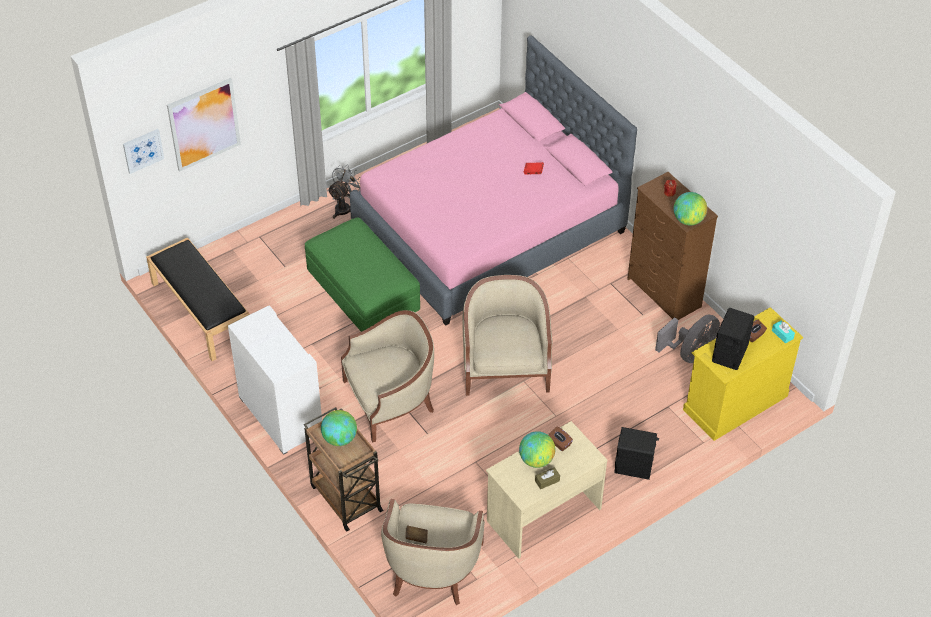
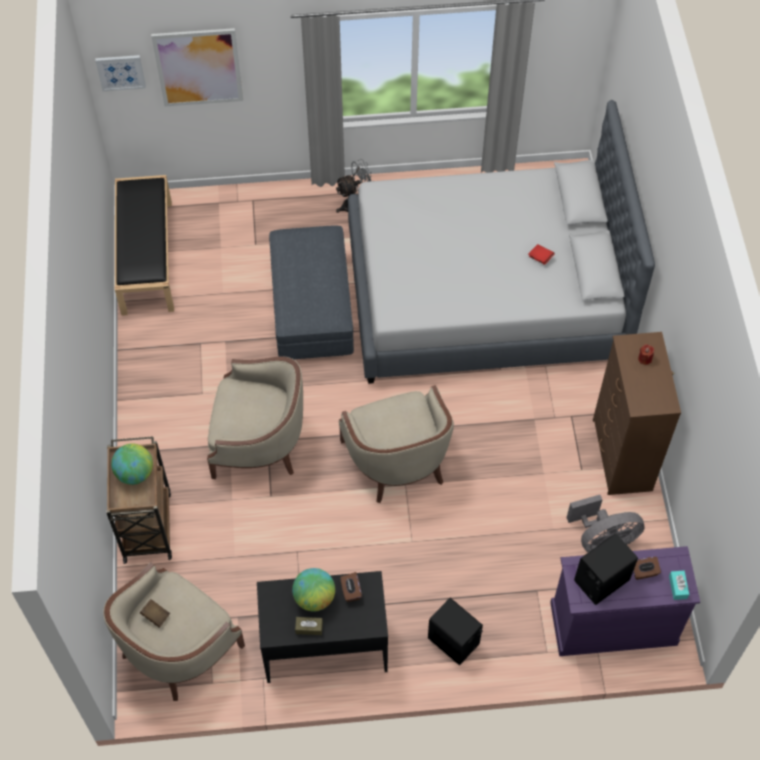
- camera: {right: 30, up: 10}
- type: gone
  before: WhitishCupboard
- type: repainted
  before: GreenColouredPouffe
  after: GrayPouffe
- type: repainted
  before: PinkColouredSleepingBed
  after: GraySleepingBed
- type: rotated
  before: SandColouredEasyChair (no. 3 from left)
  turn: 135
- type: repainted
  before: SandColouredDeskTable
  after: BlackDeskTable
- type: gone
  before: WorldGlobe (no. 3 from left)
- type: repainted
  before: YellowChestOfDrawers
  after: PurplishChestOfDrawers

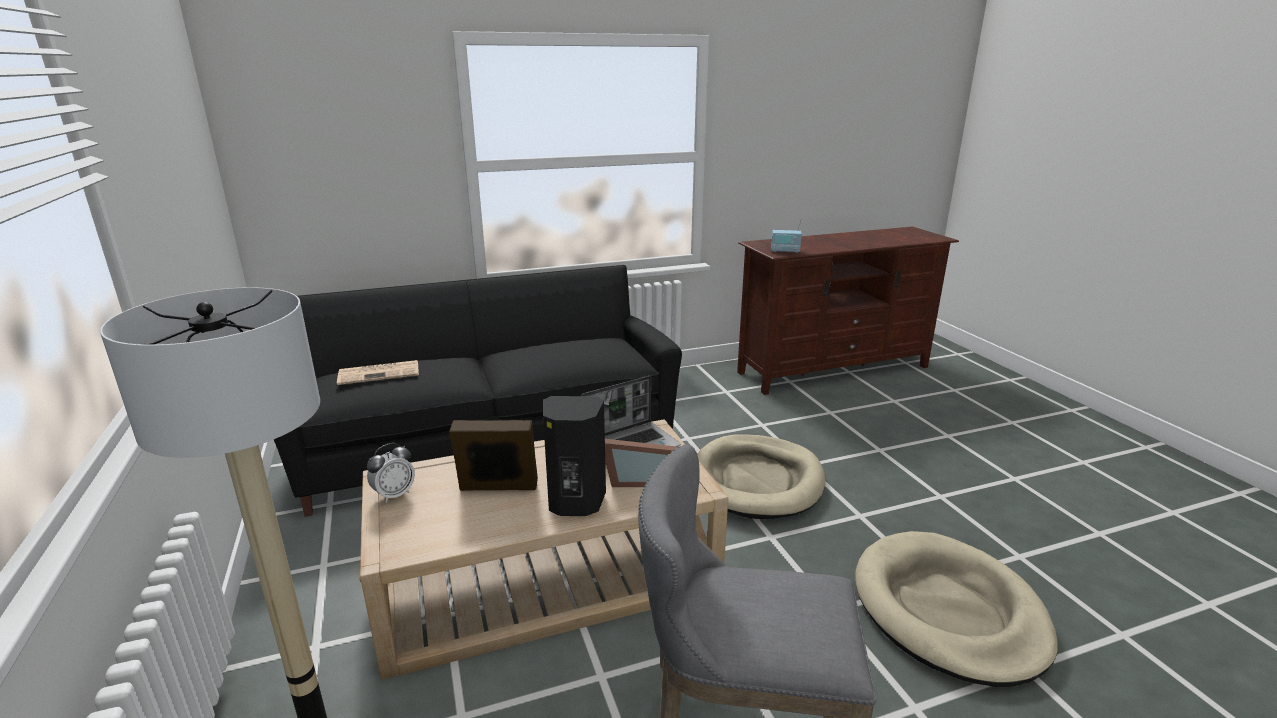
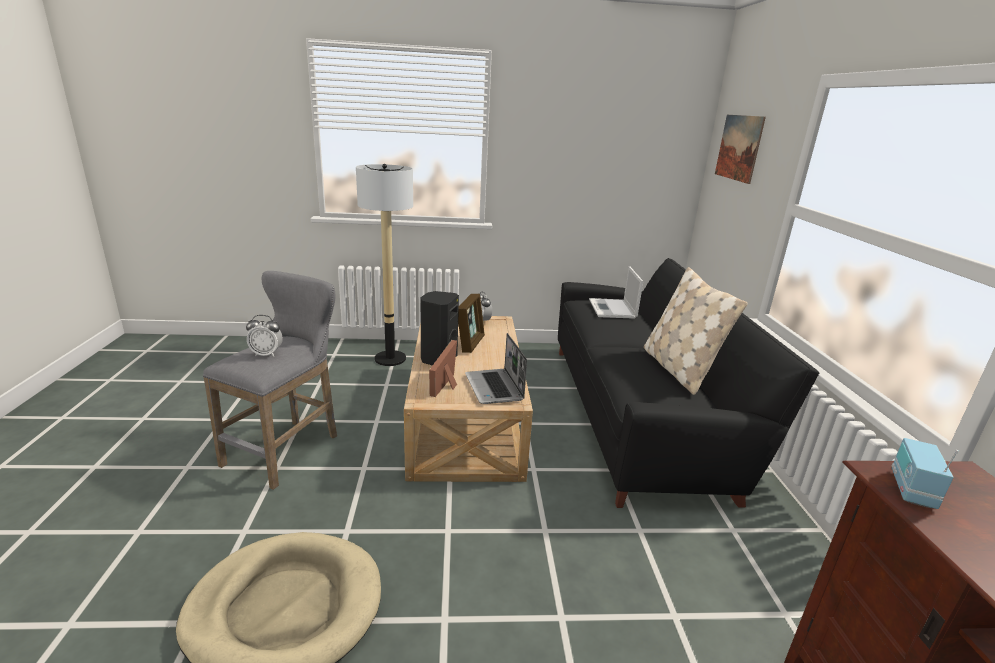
- camera: {right: 105, up: 0}
- type: swapped
  before: Newspaper
  after: PortableComputer (no. 2 from left)
- type: gone
  before: SandColouredDogBed (no. 1 from left)
- type: new
  after: BedsideClock (no. 1 from left)
- type: new
  after: SandColouredThrowPillow
- type: new
  after: WallArt

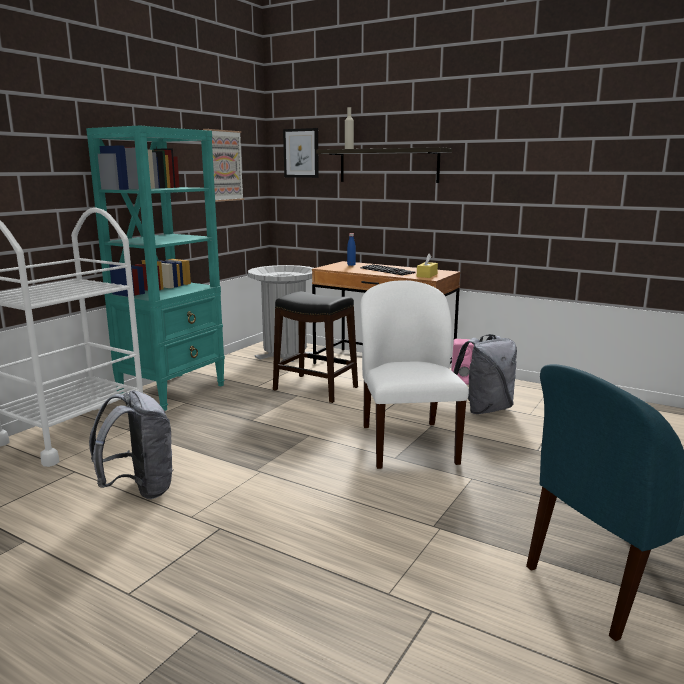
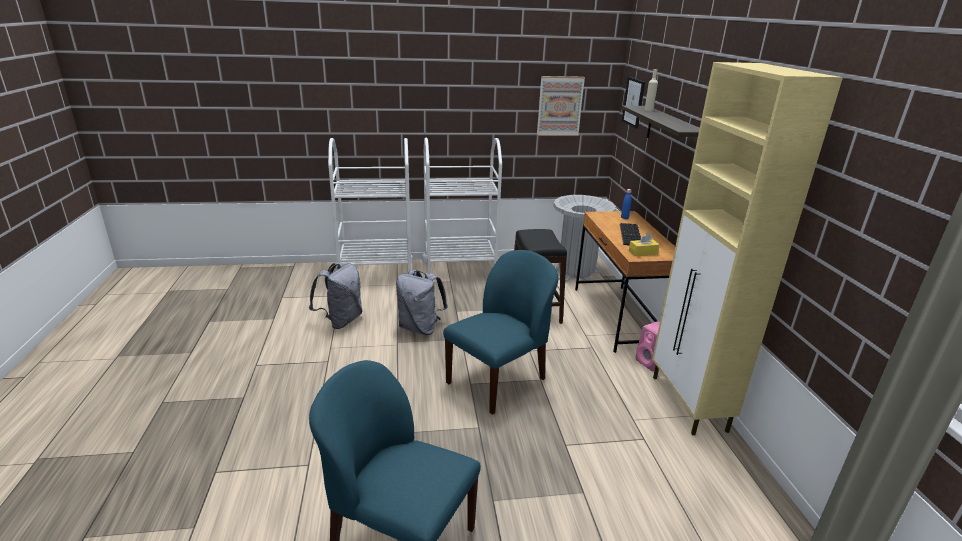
- camera: {right: 50, up: 10}
- type: swapped
  before: TurquoiseColouredShelvingUnit
  after: WhitishTrolley (no. 2 from left)
- type: repainted
  before: WhitishChair
  after: BluishChair (no. 2 from left)
- type: shifted
  before: GrayBackpack (no. 2 from left)
- type: new
  after: SandColouredCupboard

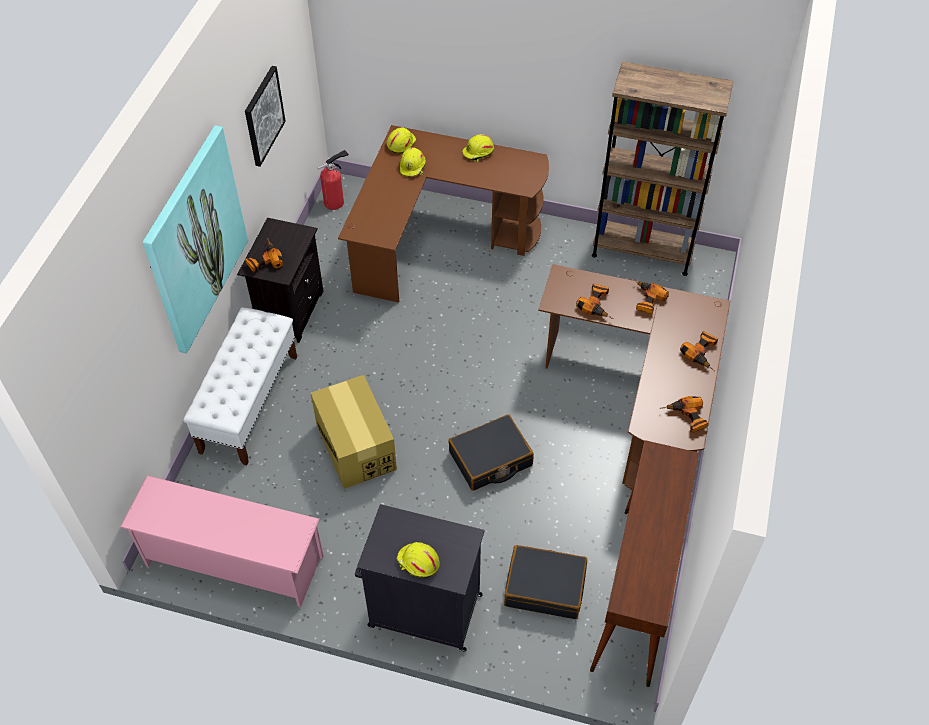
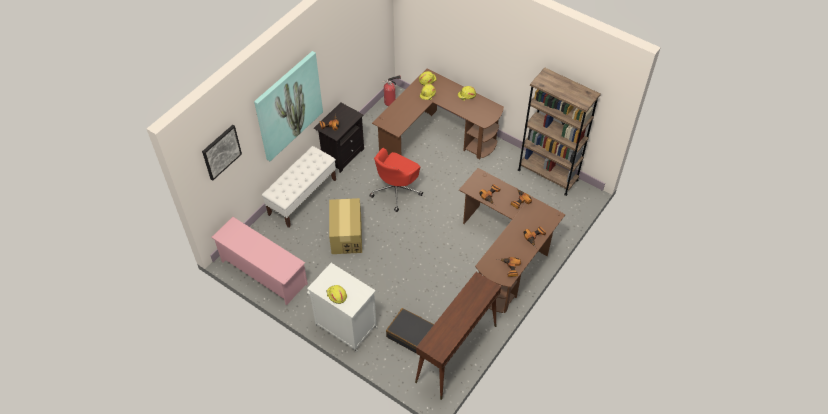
- camera: {right: 20, up: 0}
- type: shifted
  before: WallArt (no. 2 from left in the first image)
  after: WallArt (no. 1 from left)
- type: repainted
  before: BlackCupboard
  after: WhitishCupboard
- type: gone
  before: BlackSuitcase (no. 1 from left)
- type: new
  after: ReddishComputerChair

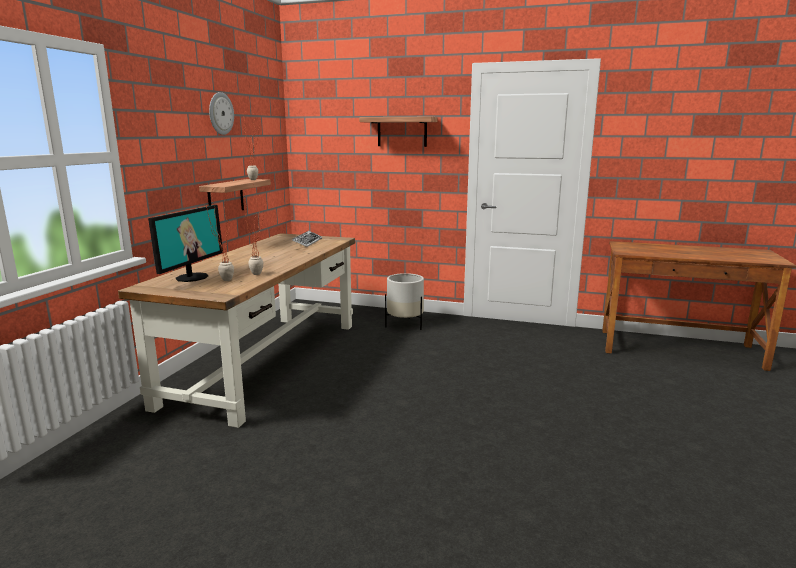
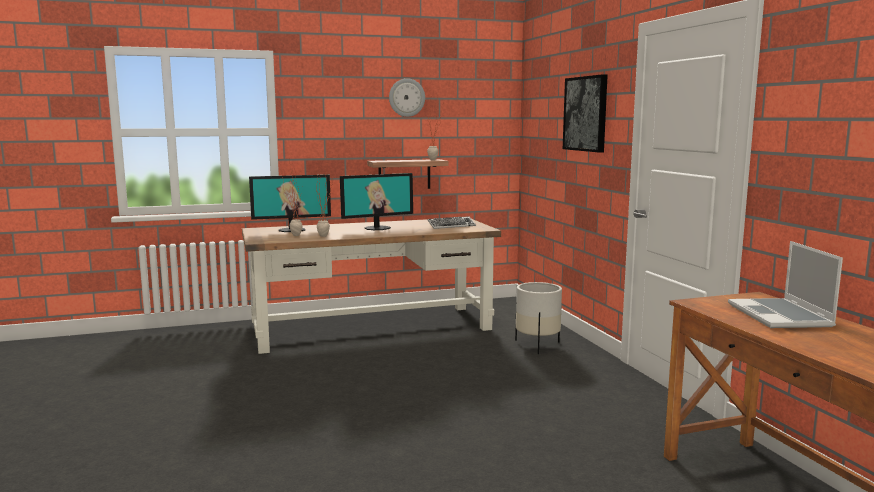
- camera: {right: 55, up: -5}
- type: swapped
  before: Shelf (no. 2 from left)
  after: WallArt
- type: new
  after: Monitor (no. 2 from left)
- type: new
  after: PortableComputer

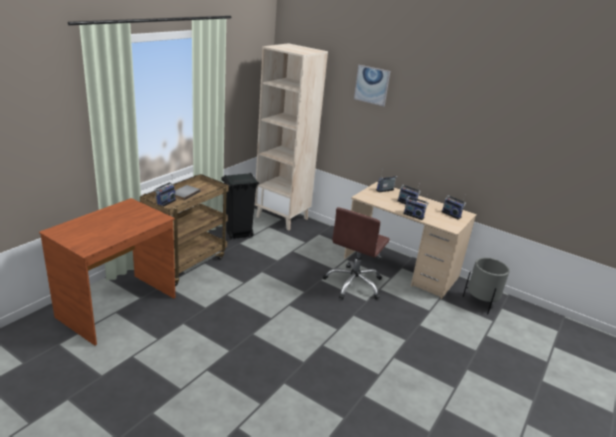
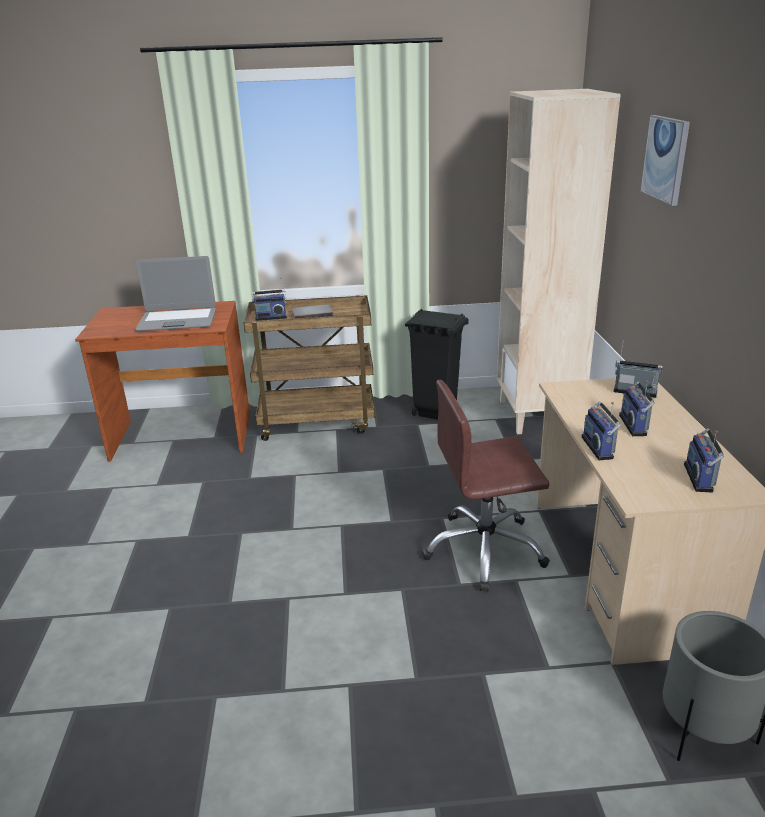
- camera: {right: 55, up: 0}
- type: new
  after: PortableComputer

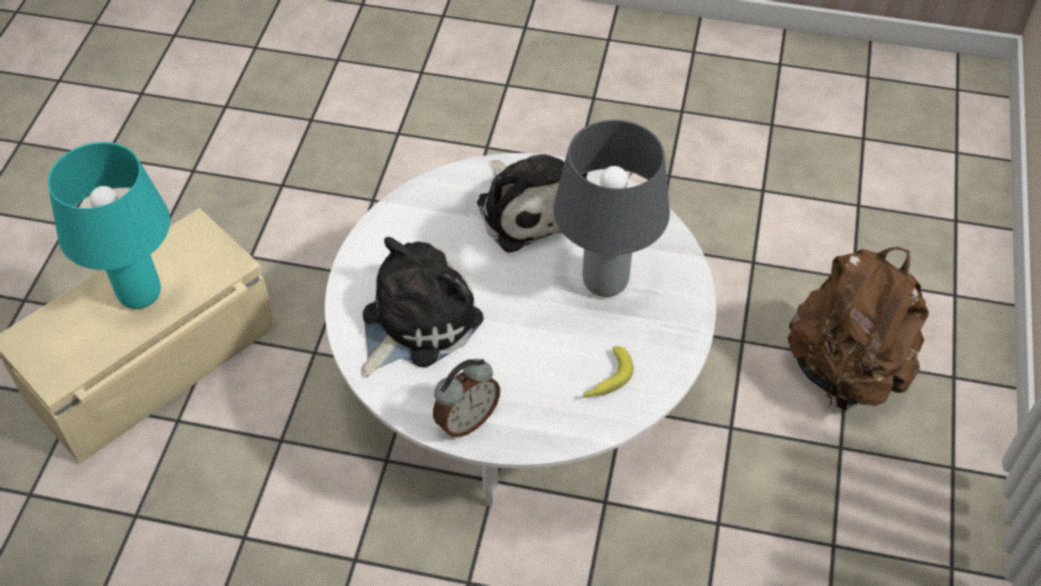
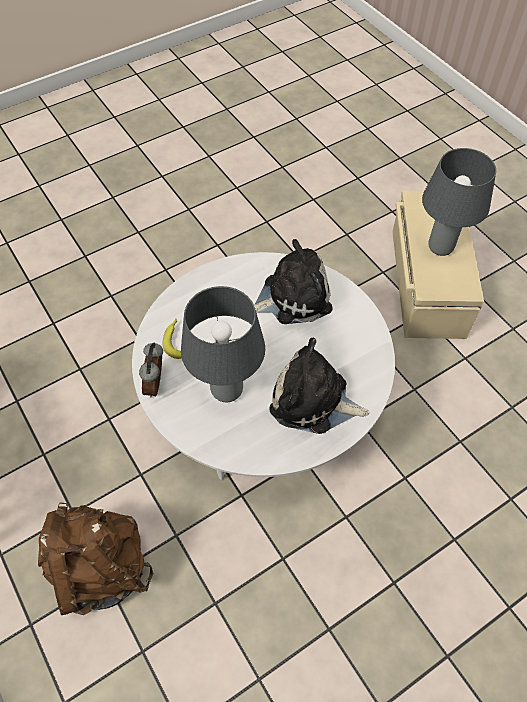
- camera: {right: 135, up: 5}
- type: repainted
  before: TurquoiseColouredTabletopLamp
  after: GrayTabletopLamp (no. 2 from left)
- type: rotated
  before: SoftToy (no. 1 from left)
  turn: -105
- type: shifted
  before: BedsideClock

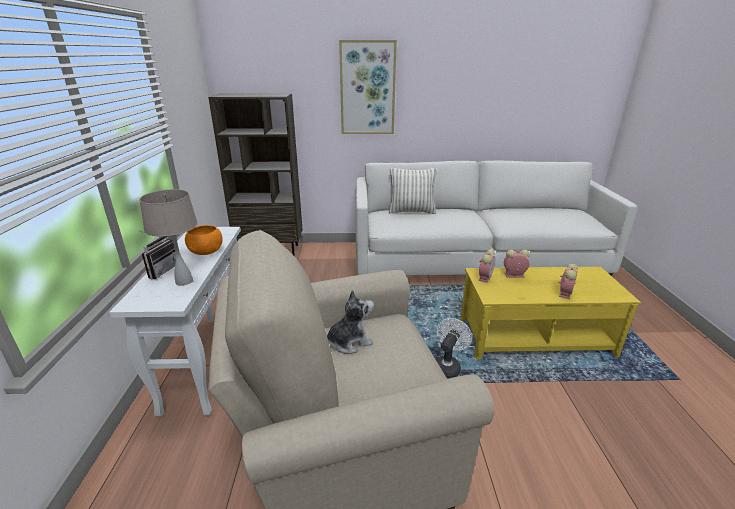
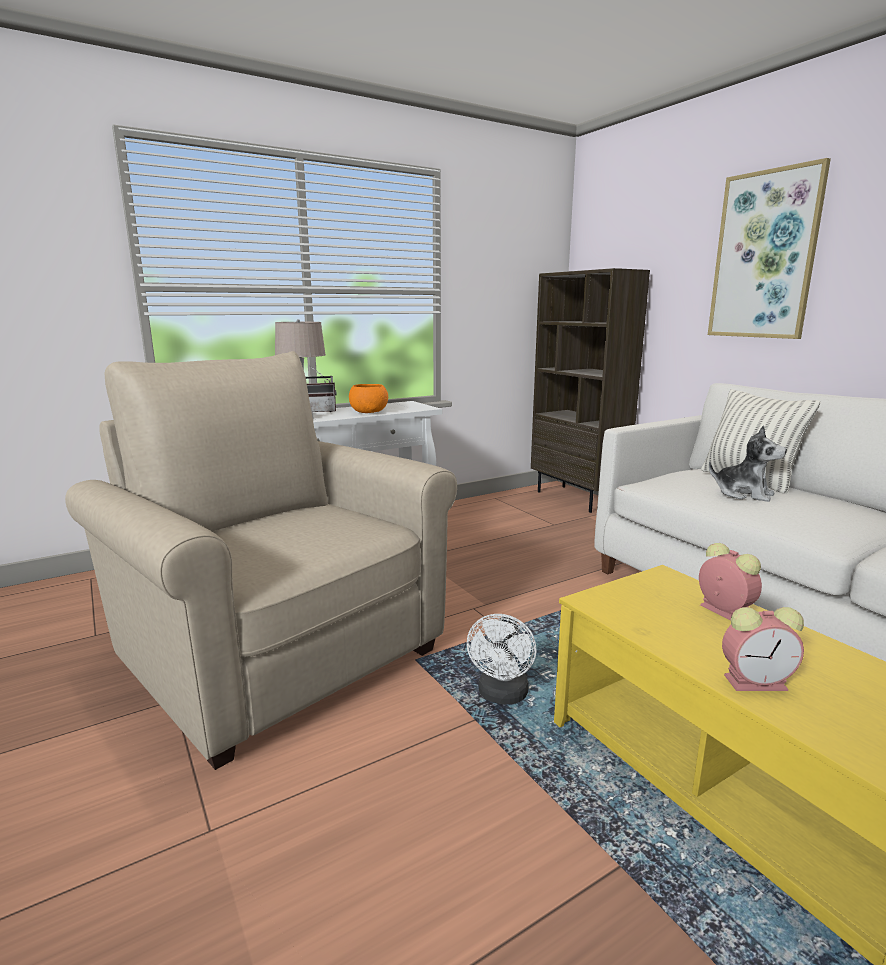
- camera: {right: 60, up: -10}
- type: shifted
  before: SoftToy
- type: rotated
  before: WhitishFan
  turn: 105
- type: gone
  before: BedsideClock (no. 1 from left)

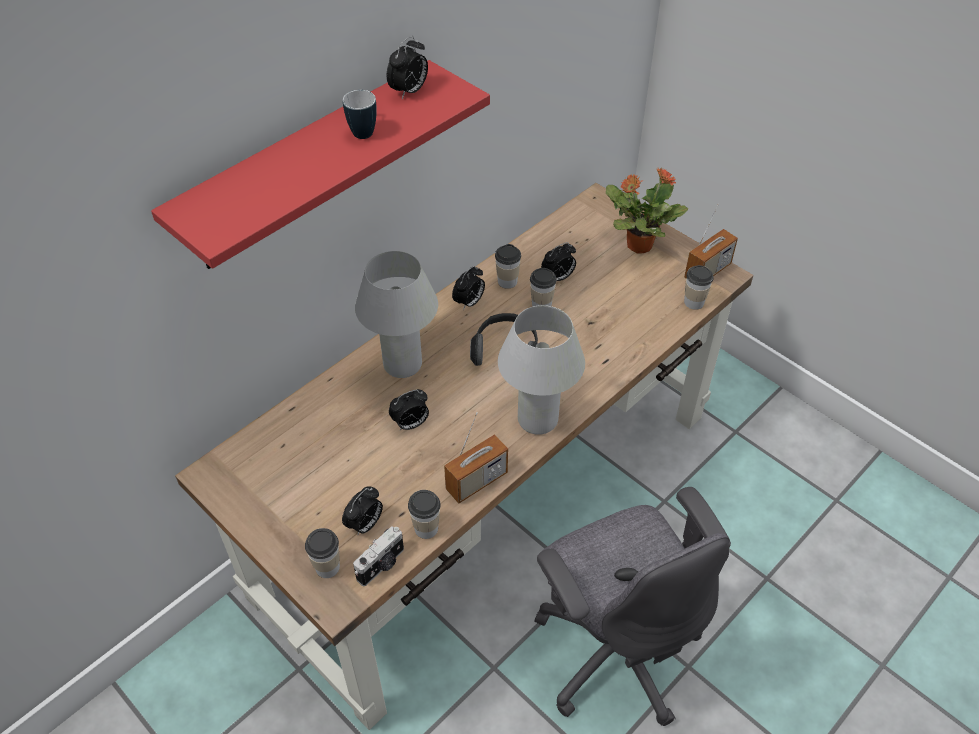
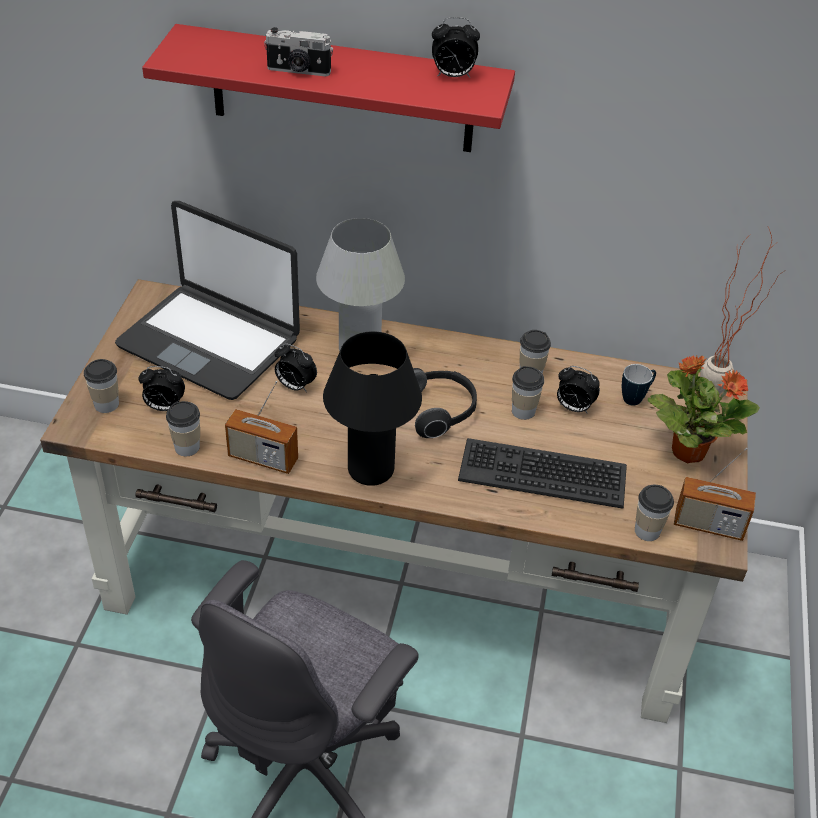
- camera: {right: 55, up: -5}
- type: shifted
  before: Mug
- type: shifted
  before: PhotoCamera
- type: gone
  before: BedsideClock (no. 4 from left)
- type: repainted
  before: WhitishTabletopLamp (no. 2 from left)
  after: BlackTabletopLamp
- type: new
  after: PortableComputer
- type: new
  after: PcKeyboard
- type: new
  after: Houseplant (no. 2 from left)

